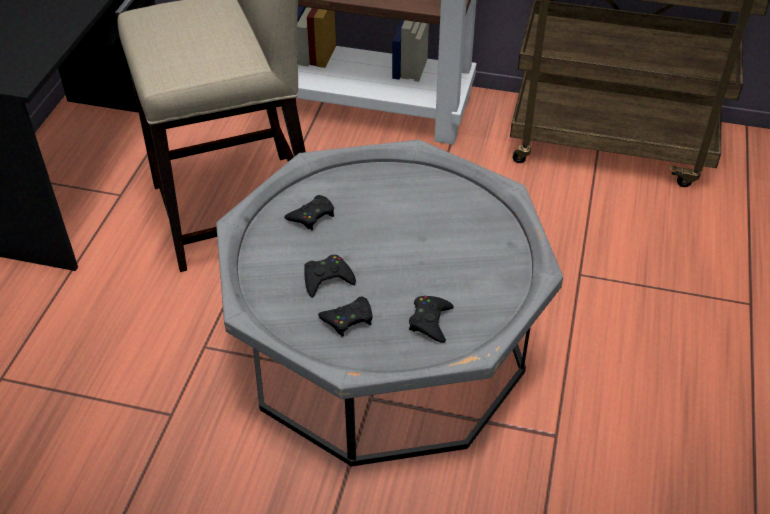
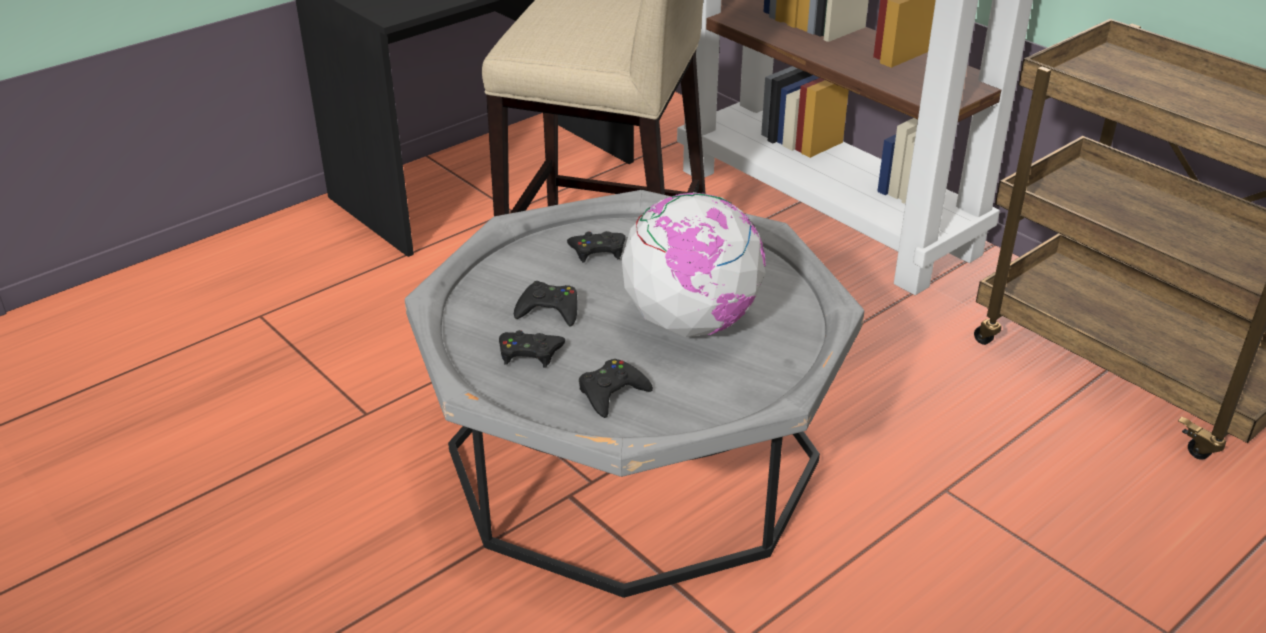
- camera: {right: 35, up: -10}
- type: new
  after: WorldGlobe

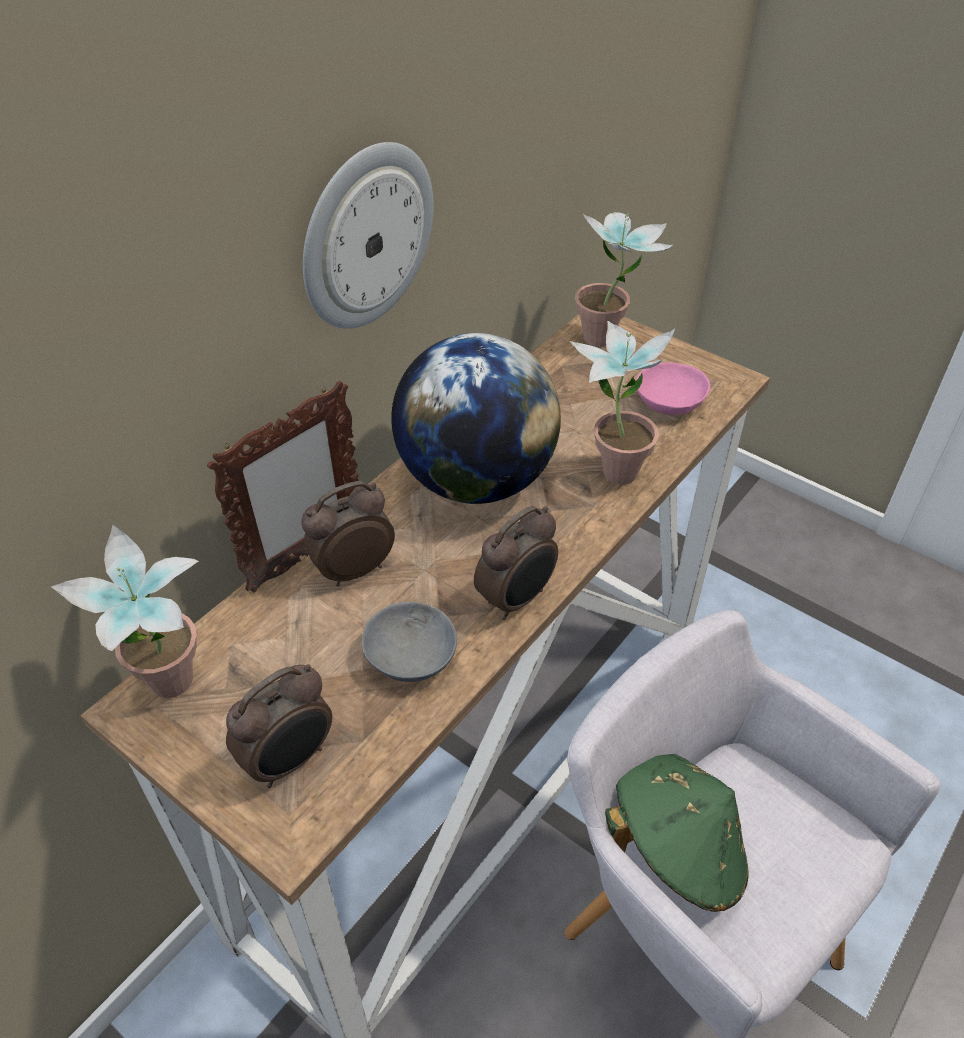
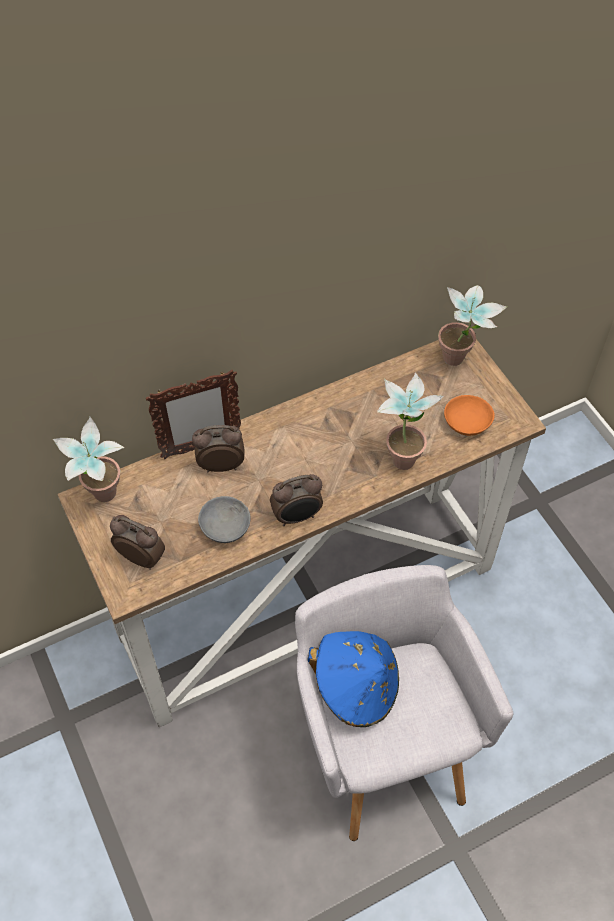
- camera: {right: 25, up: 10}
- type: rotated
  before: BedsideClock (no. 1 from left)
  turn: -135
- type: gone
  before: HangingClock
- type: gone
  before: WorldGlobe
- type: repainted
  before: GreenColouredClothingHat
  after: BluishClothingHat
- type: repainted
  before: PinkColouredBowl
  after: OrangeyBowl

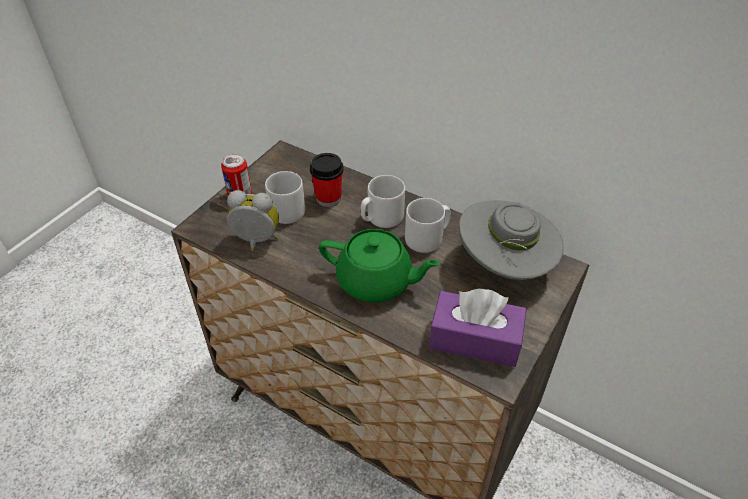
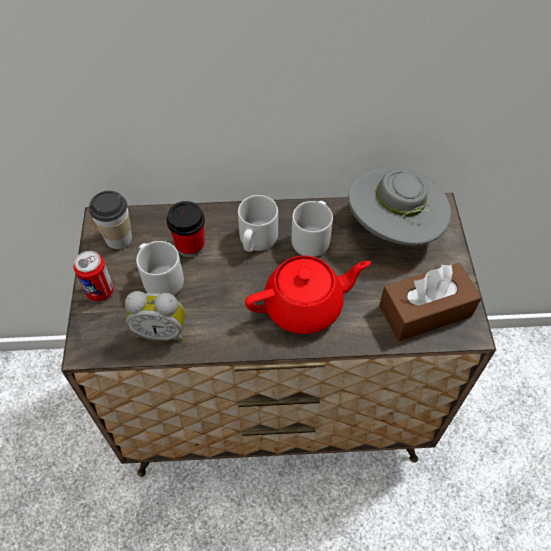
- camera: {right: -35, up: 10}
- type: rotated
  before: BedsideClock
  turn: -150
- type: repainted
  before: GreenColouredTeapot
  after: ReddishTeapot
- type: repainted
  before: PurplishBoxOfTissues
  after: BrownishBoxOfTissues
- type: new
  after: DrinkingCup (no. 1 from left)

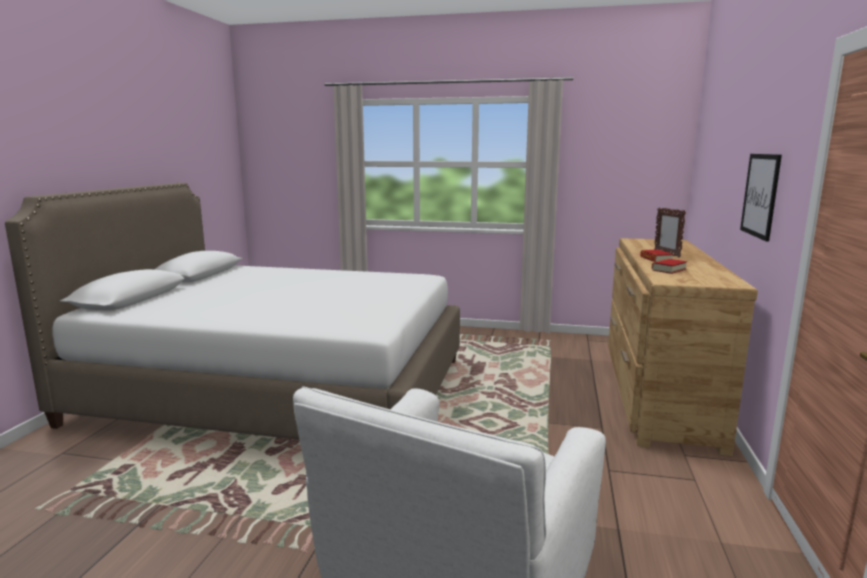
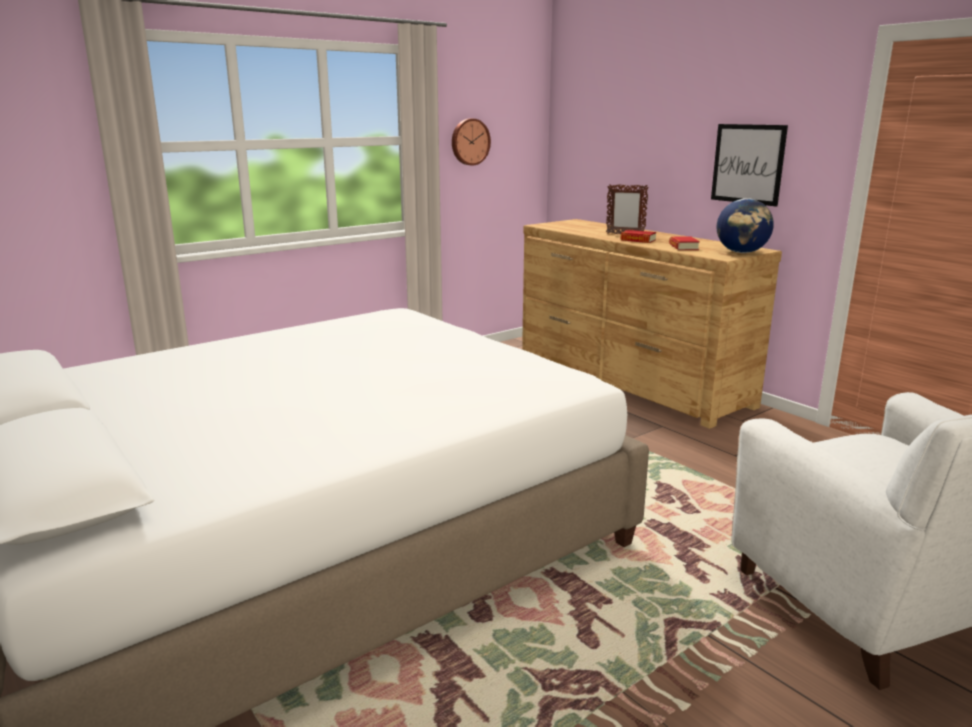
- camera: {right: -50, up: 5}
- type: new
  after: HangingClock
- type: new
  after: WorldGlobe

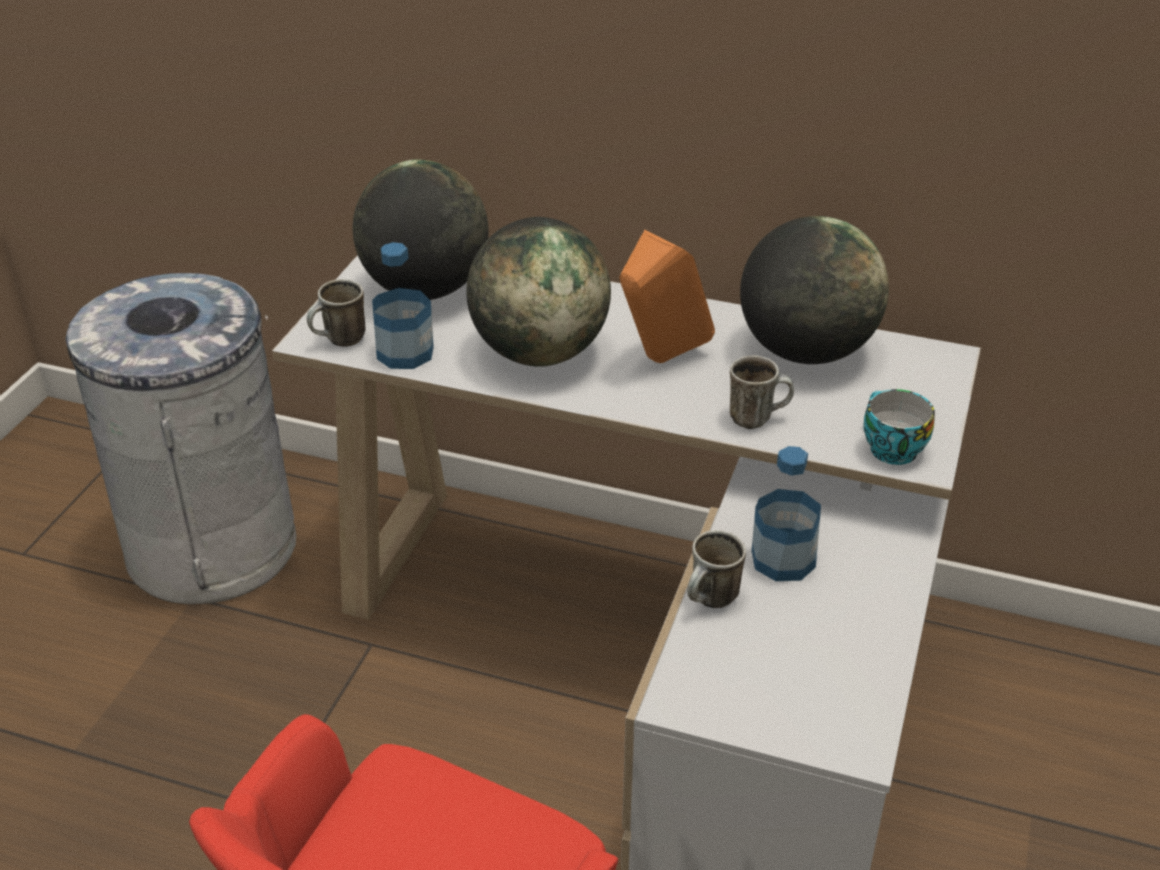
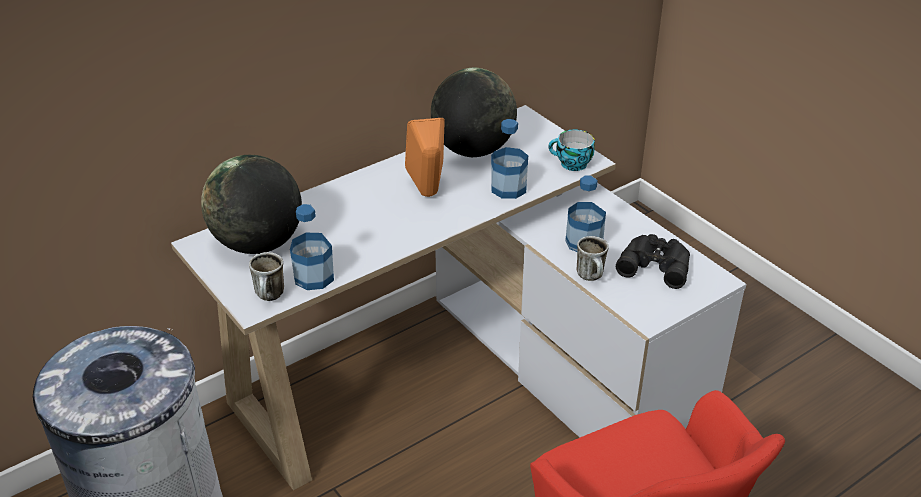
- camera: {right: -55, up: 0}
- type: gone
  before: WorldGlobe (no. 2 from left)
- type: swapped
  before: Mug (no. 3 from left)
  after: BeverageBottle (no. 2 from left)
- type: new
  after: BlackBinoculars

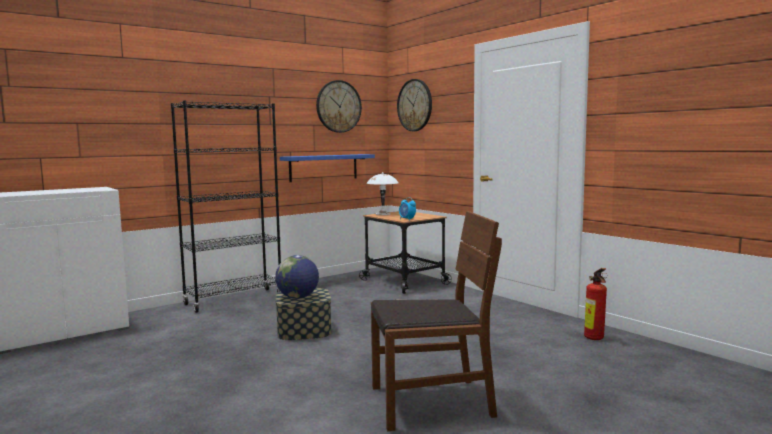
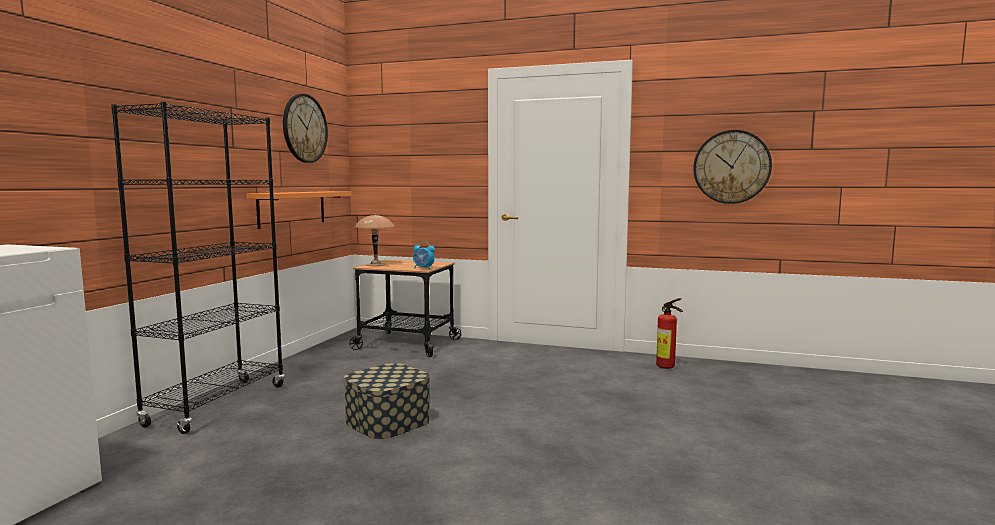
- camera: {right: -35, up: 0}
- type: gone
  before: WorldGlobe
- type: repainted
  before: BluishShelf
  after: OrangeyShelf
- type: repainted
  before: WhitishTabletopLamp
  after: BrownishTabletopLamp
- type: gone
  before: BrownishChair
- type: shifted
  before: HangingClock (no. 2 from left)

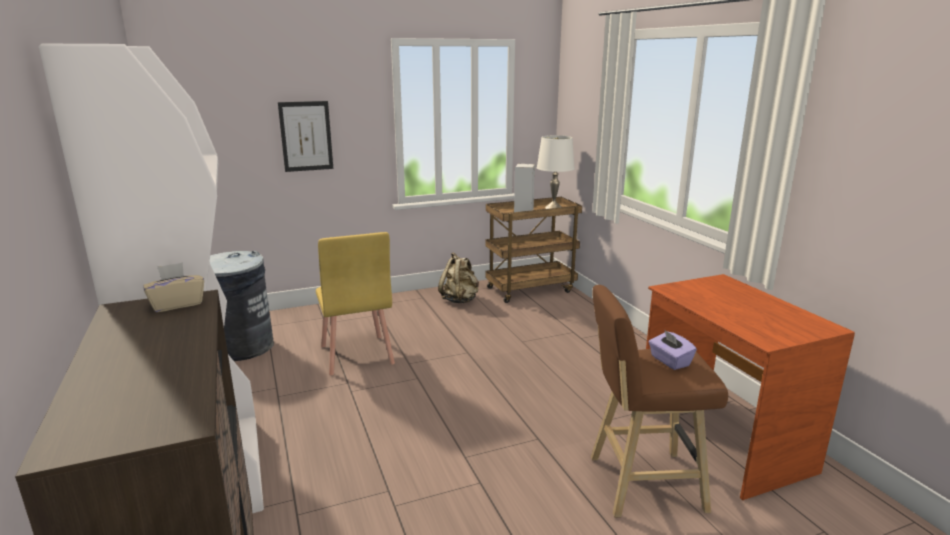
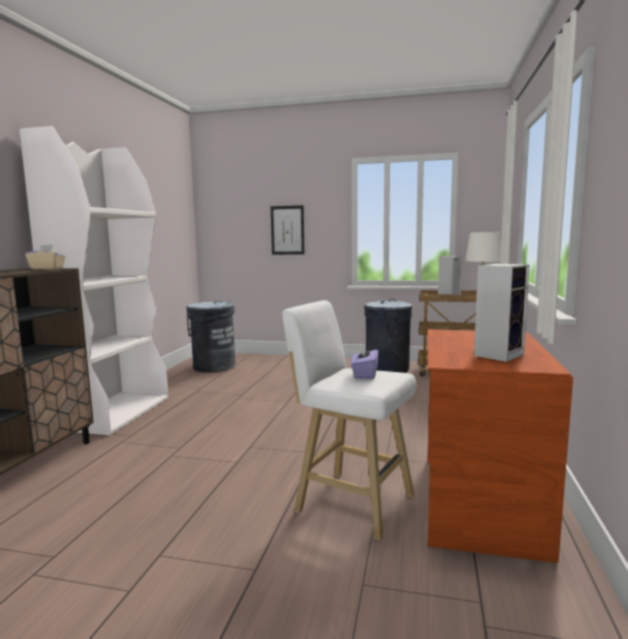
- camera: {right: 35, up: -10}
- type: gone
  before: YellowChair
- type: swapped
  before: SandColouredBackpack
  after: GrayWasteBin (no. 2 from left)
- type: repainted
  before: BrownishSittingStool
  after: WhitishSittingStool
- type: new
  after: Speaker (no. 2 from left)

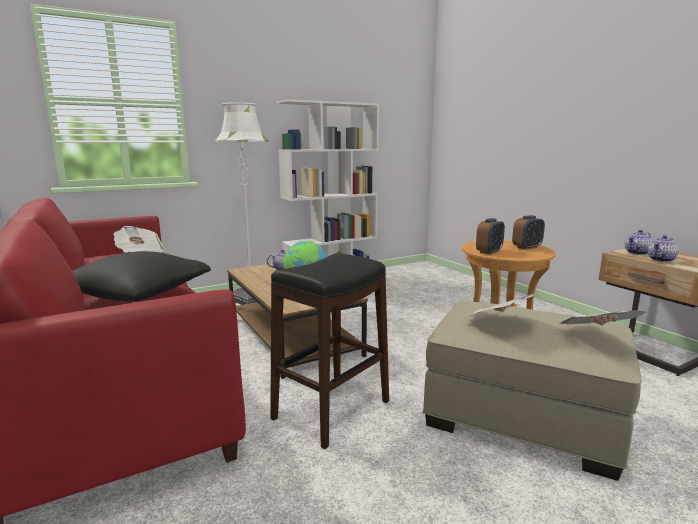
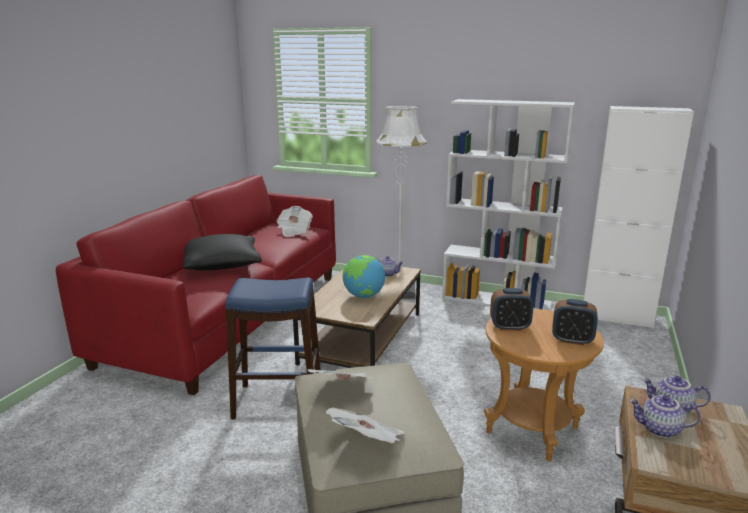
- camera: {right: 50, up: 5}
- type: repainted
  before: BlackSittingStool
  after: BluishSittingStool
- type: new
  after: WhitishCupboard

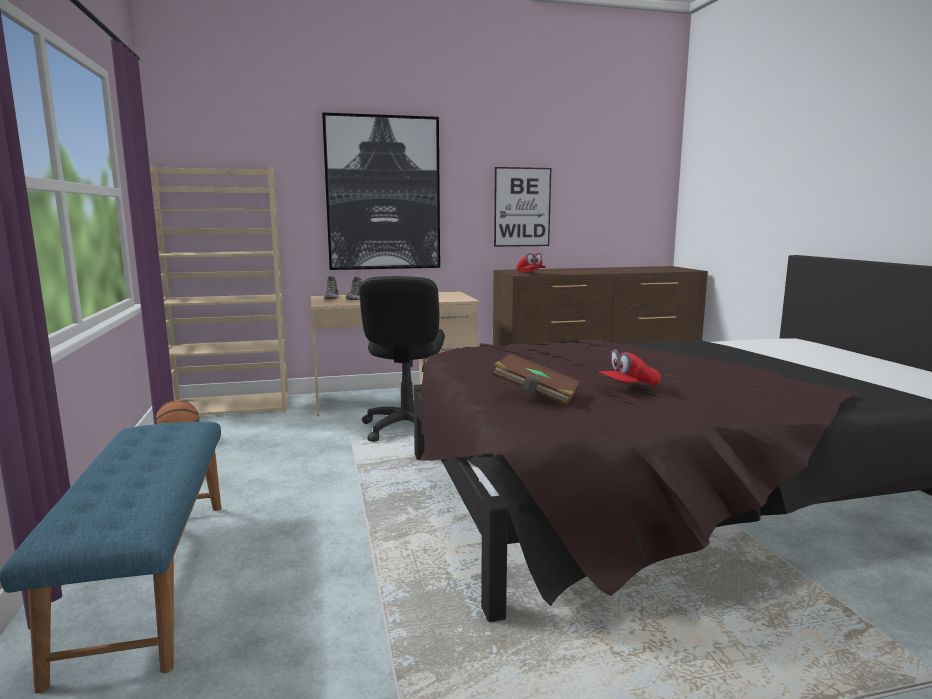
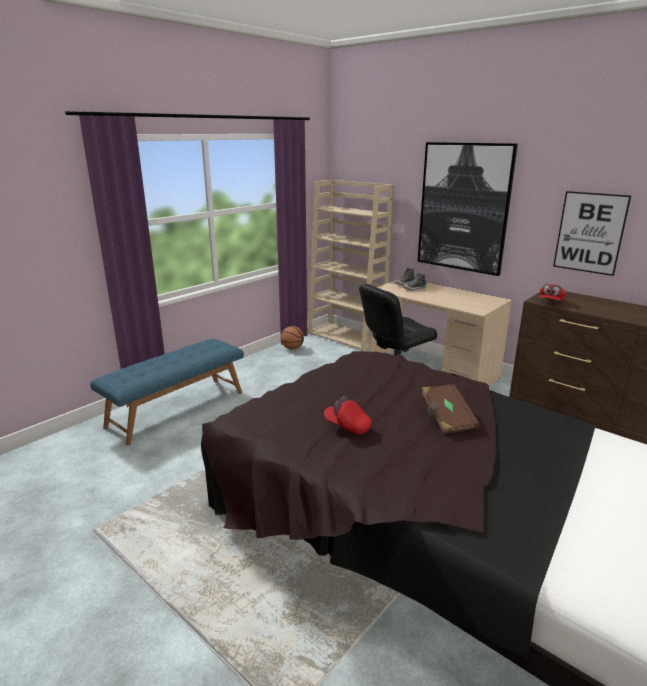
- camera: {right: 55, up: 10}
- type: shifted
  before: BrownishVolume

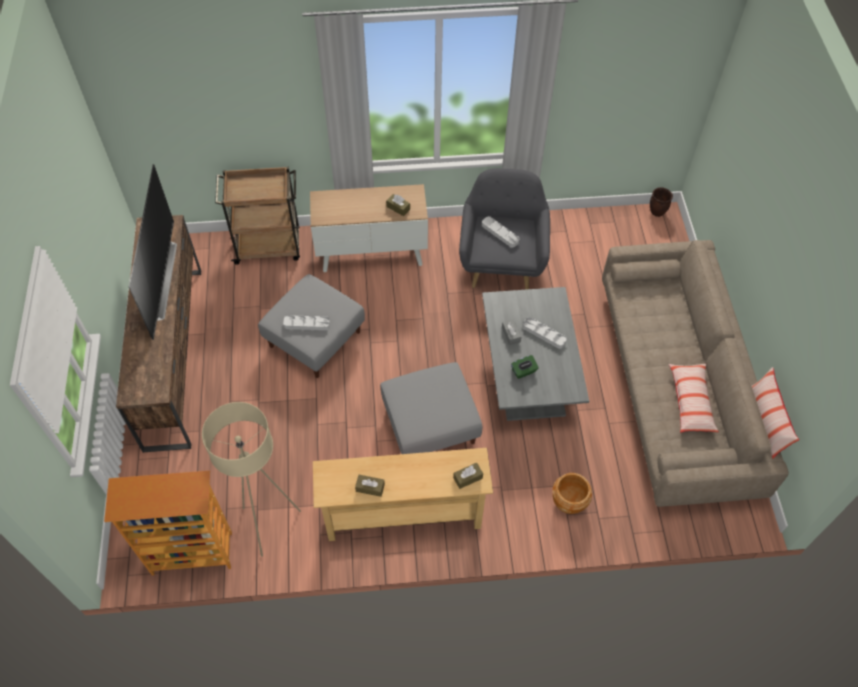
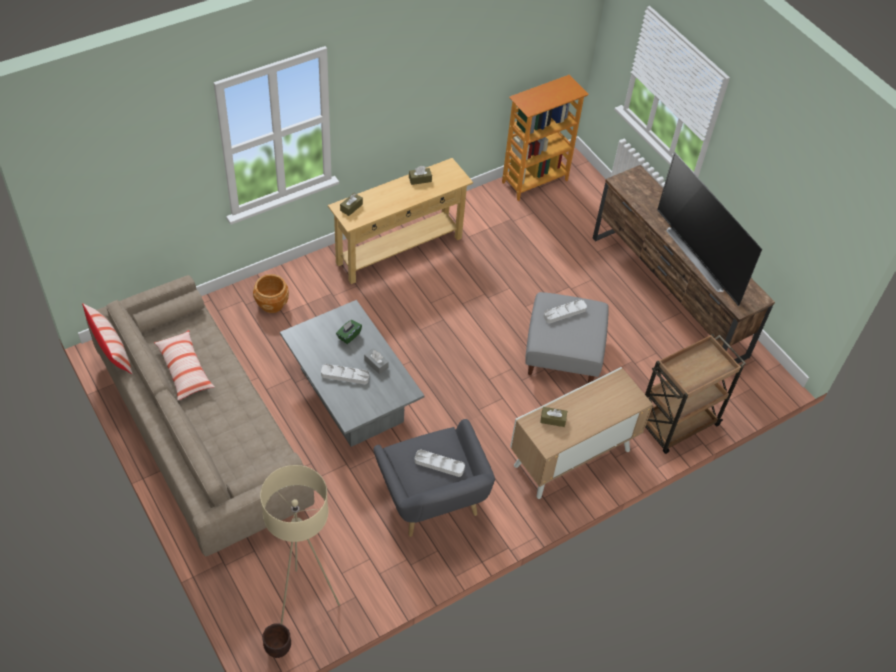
- camera: {right: 150, up: -5}
- type: shifted
  before: SandColouredStandingLamp
- type: gone
  before: GrayPouffe (no. 2 from left)

